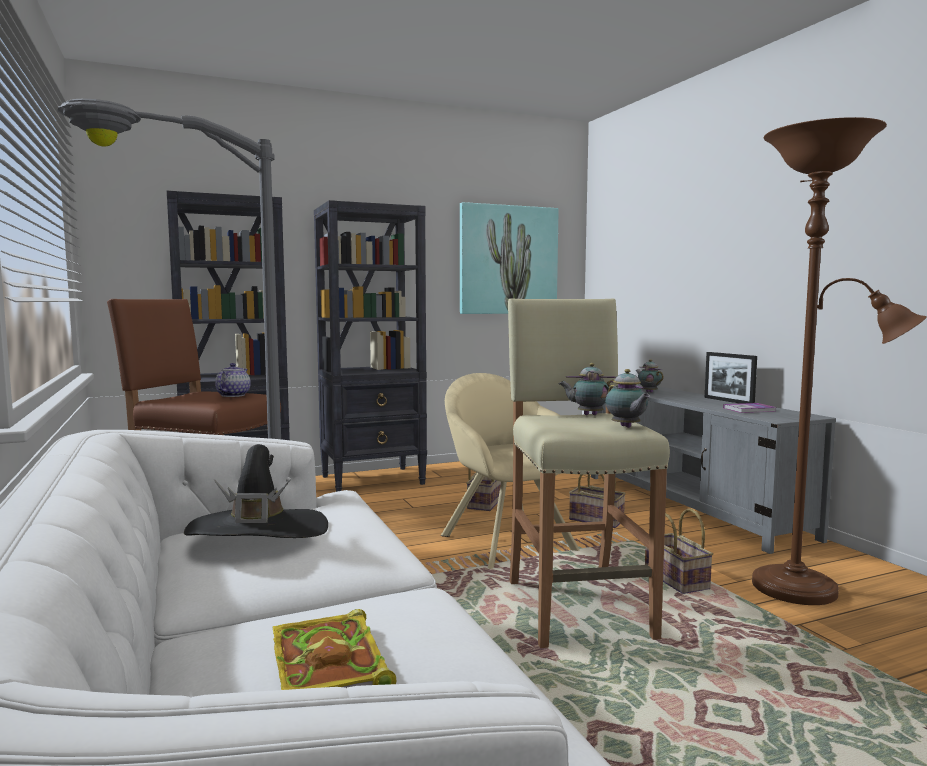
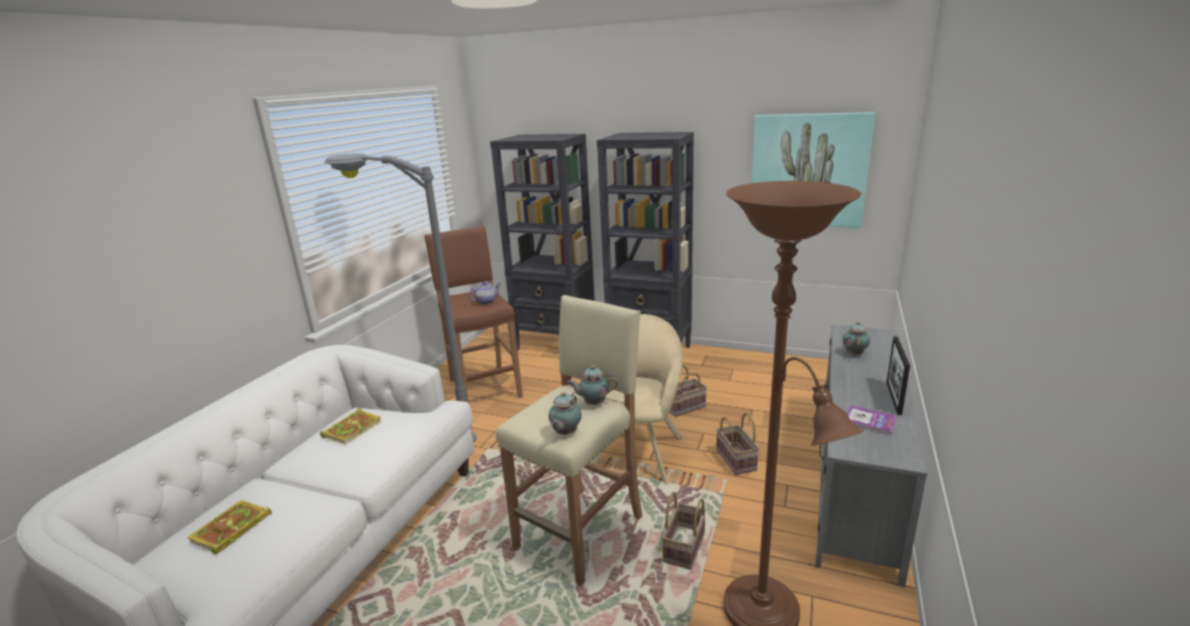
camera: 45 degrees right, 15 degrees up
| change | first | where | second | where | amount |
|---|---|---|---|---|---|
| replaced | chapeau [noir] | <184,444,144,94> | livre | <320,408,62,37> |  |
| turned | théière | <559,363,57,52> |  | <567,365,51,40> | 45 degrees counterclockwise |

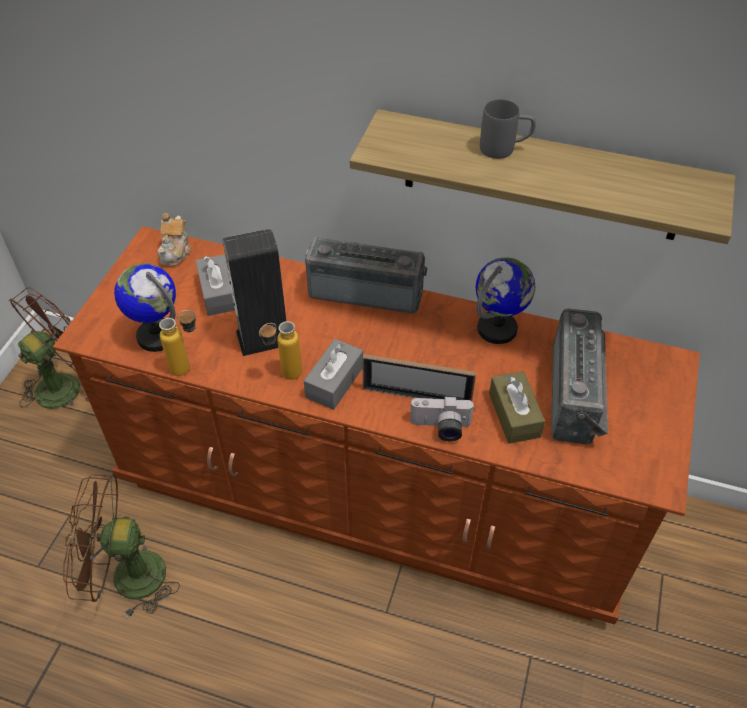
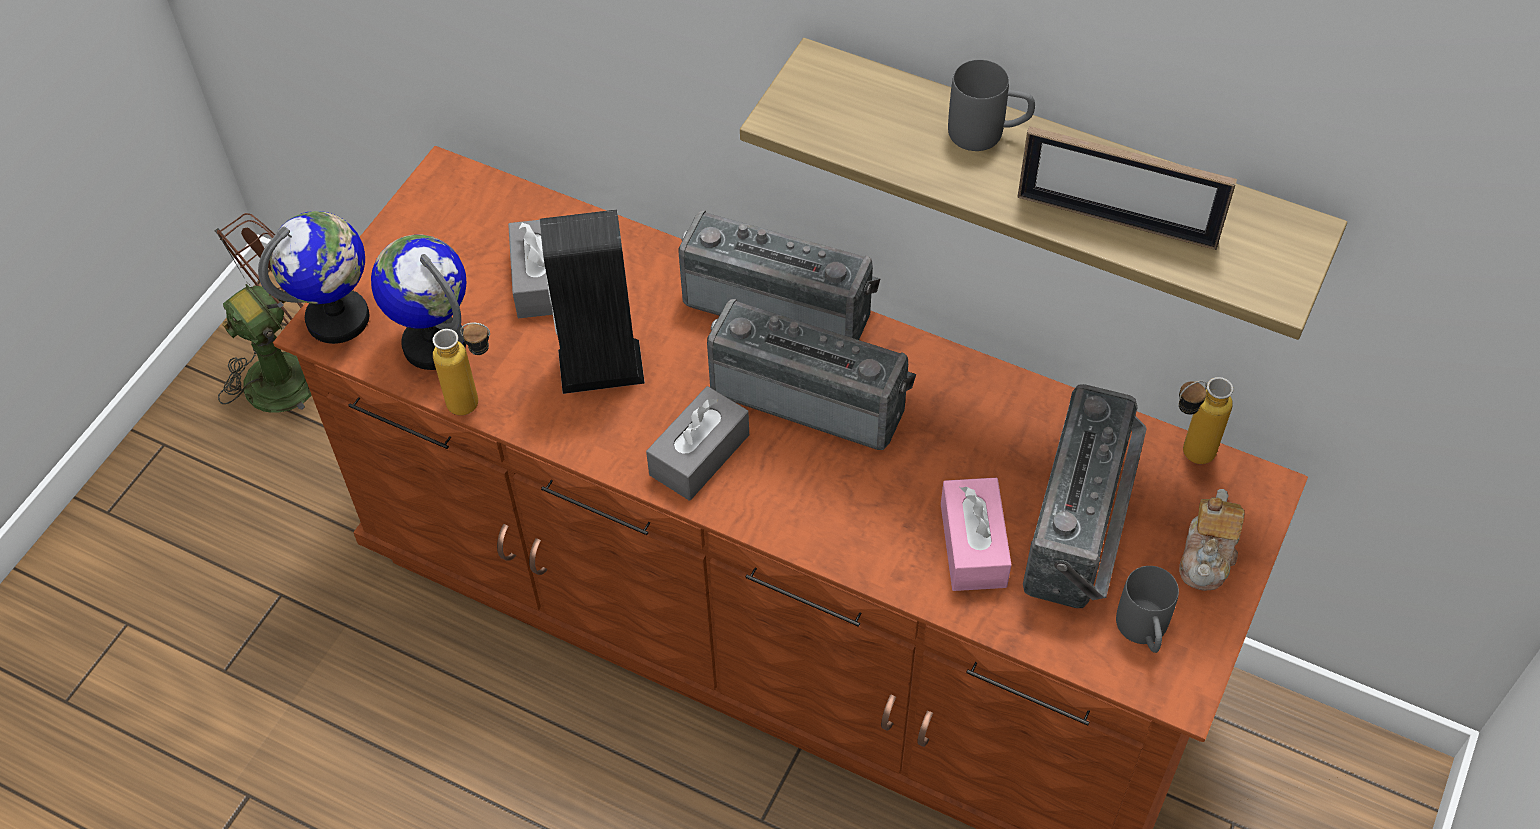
camera: 10 degrees right, 5 degrees up
| change | first | where | second | where | amount |
|---|---|---|---|---|---|
| moved | globe | <476,257,59,87> |  | <258,211,112,133> |  |
| added |  |  | radio | <707,299,209,151> |  |
| recoloured | boîte à mouchoirs [marron] | <489,371,56,73> | boîte à mouchoirs [rose] | <941,478,70,113> |  |
| moved | cadre photo | <362,354,114,47> |  | <1017,126,220,124> |  |
| added |  |  | mug [gris] | <1116,566,63,87> |  |
| moved | bouteille | <259,321,43,59> |  | <1179,377,54,87> |  |
| moved | théière | <158,213,34,54> |  | <1179,489,65,102> |  |
| removed | ventilateur [marron] | <63,474,117,145> |  |  |  |
| removed | appareil photo | <410,395,65,46> |  |  |  |

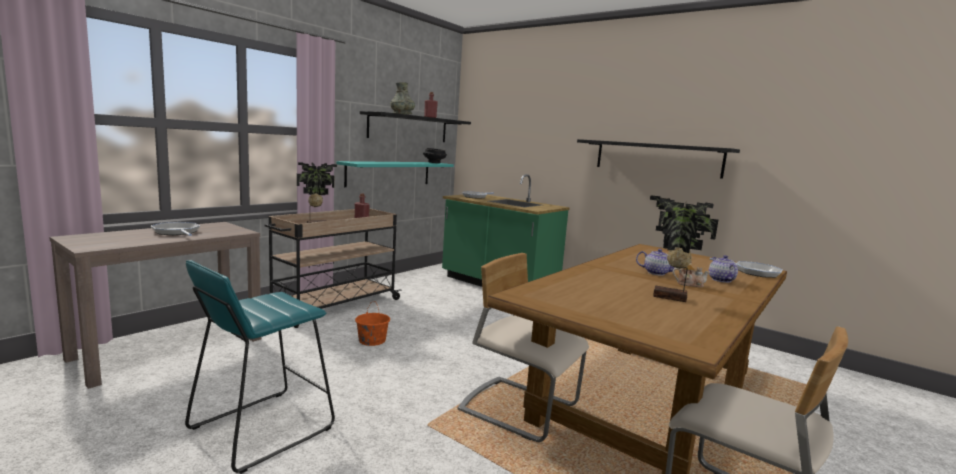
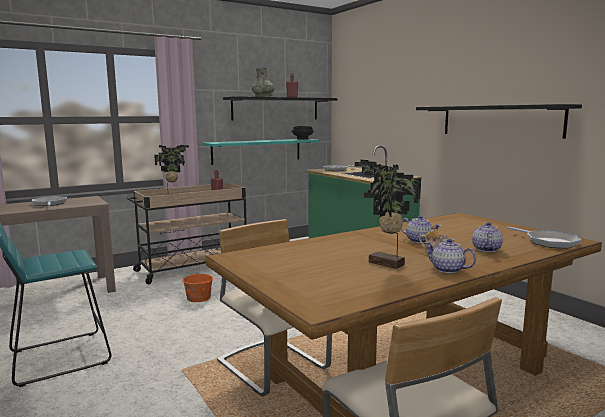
camera: 20 degrees right, 0 degrees up
| change | first | where | second | where | amount |
|---|---|---|---|---|---|
| added |  |  | théière | <425,239,51,34> |  |

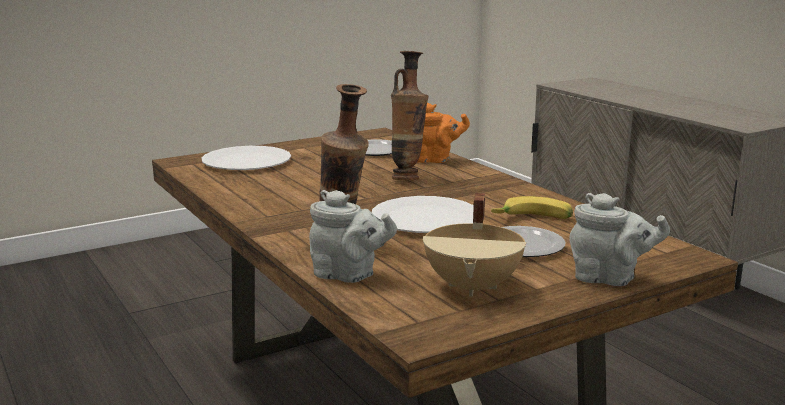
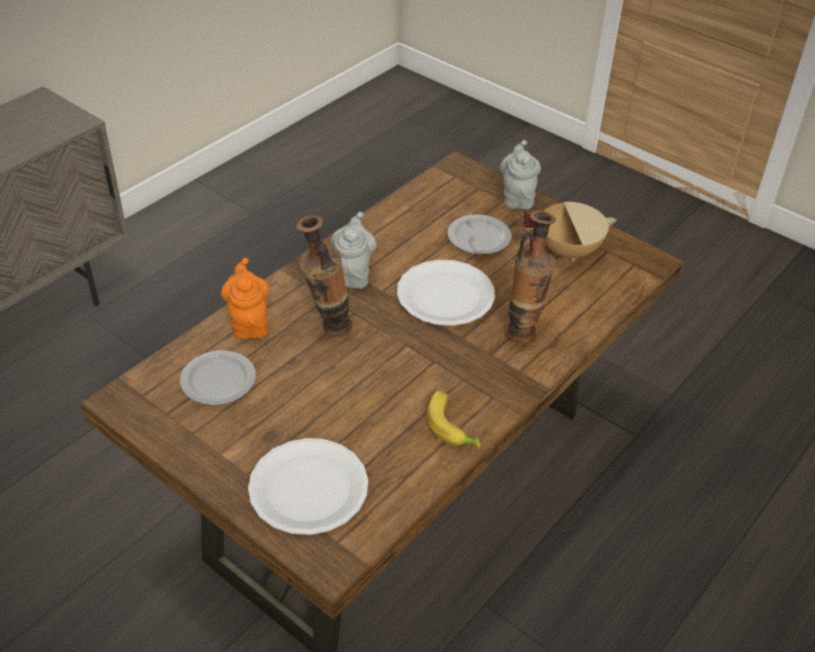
camera: 110 degrees left, 25 degrees up
| change | first | where | second | where | amount |
|---|---|---|---|---|---|
| moved | théière [gris] | <309,190,88,93> |  | <331,212,45,77> |  |
| moved | banane | <491,196,82,23> |  | <427,391,53,58> |  |

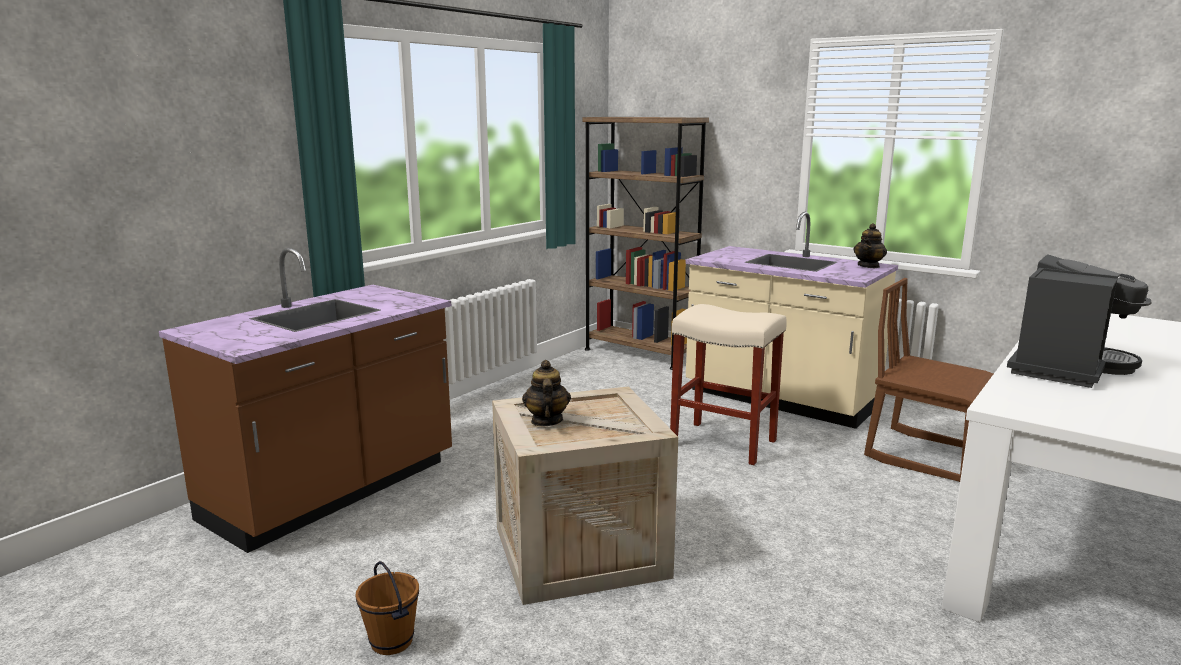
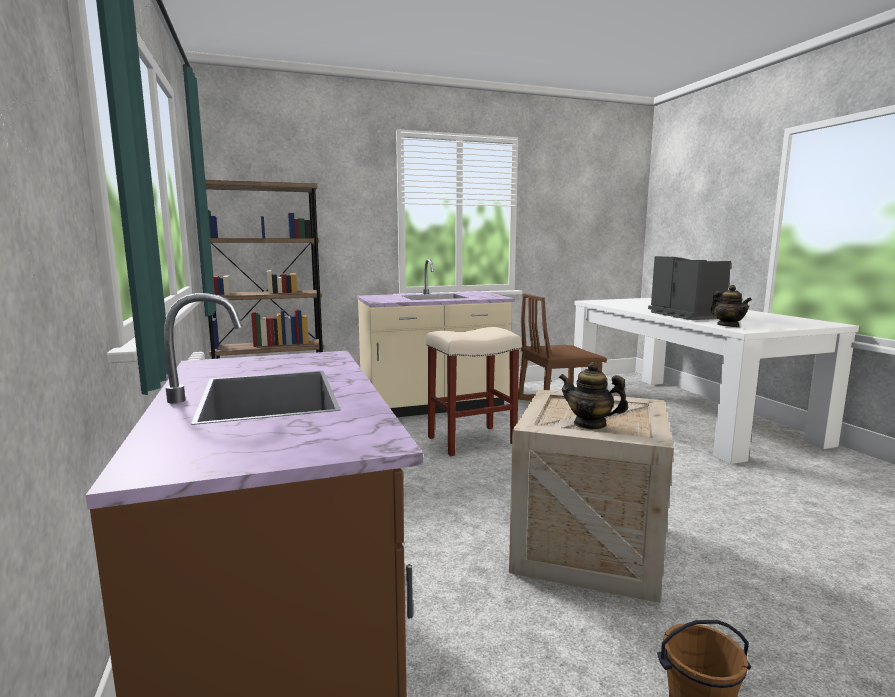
camera: 55 degrees left, 5 degrees down
| change | first | where | second | where | amount |
|---|---|---|---|---|---|
| moved | théière | <853,223,34,45> |  | <711,285,41,42> |  |

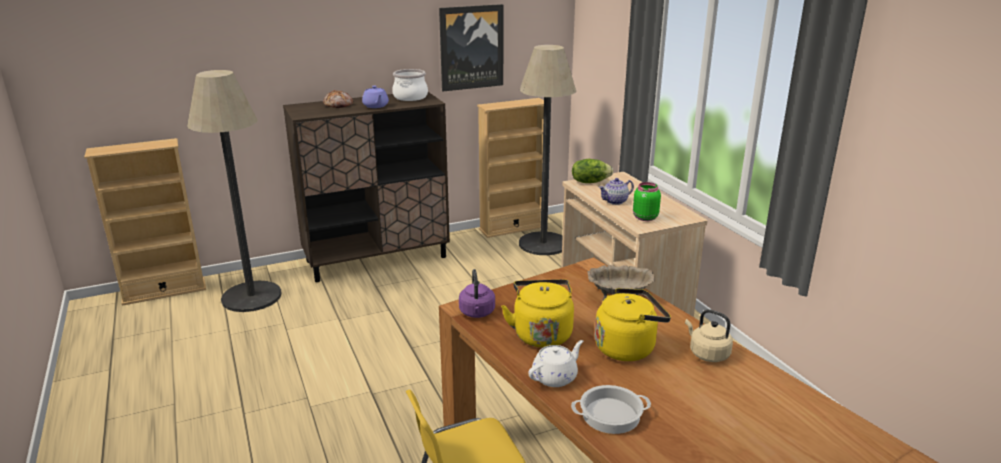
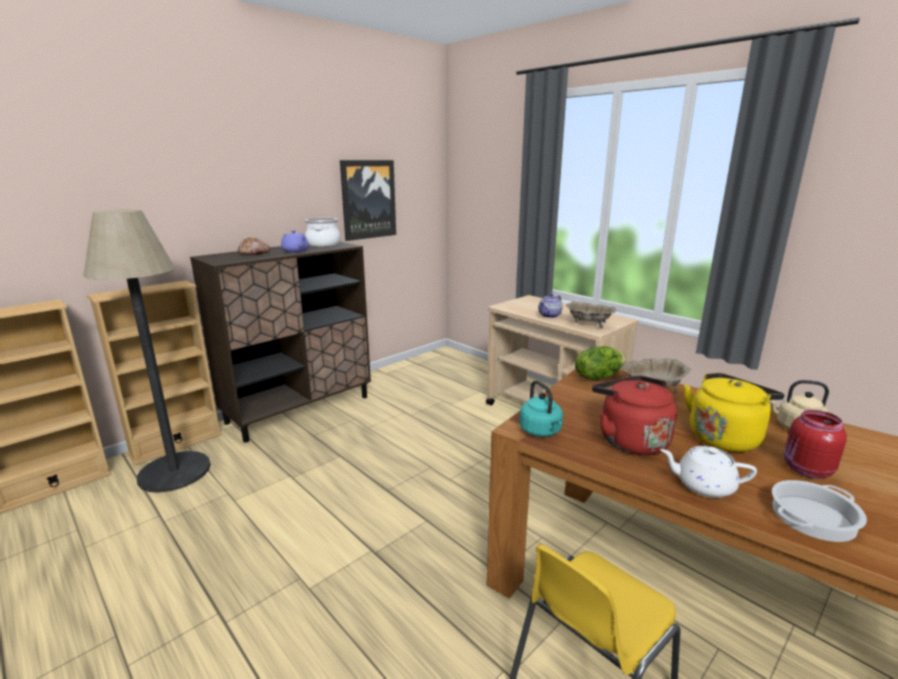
camera: 20 degrees left, 5 degrees down
| change | first | where | second | where | amount |
|---|---|---|---|---|---|
| moved | bibliothèque [beige] | <477,98,67,140> |  | <87,280,135,185> |  |
| recoloured | bouilloire [violet] | <459,269,36,49> | bouilloire [turquoise] | <519,380,44,57> |  |
| replaced | bocal [vert] | <633,182,28,39> | bol [beige] | <566,301,50,28> |  |
| moved | laitue | <572,159,41,24> |  | <575,346,51,34> |  |
| recoloured | bouilloire [jaune] | <501,279,73,69> | bouilloire [rouge] | <592,376,85,79> |  |
| turned | théière [blanc] | <528,340,55,47> |  | <660,446,97,52> | 105 degrees counterclockwise |
| added |  |  | bocal [rouge] | <784,410,63,69> |  |
| removed | lampadaire | <519,45,57,210> |  |  |  |

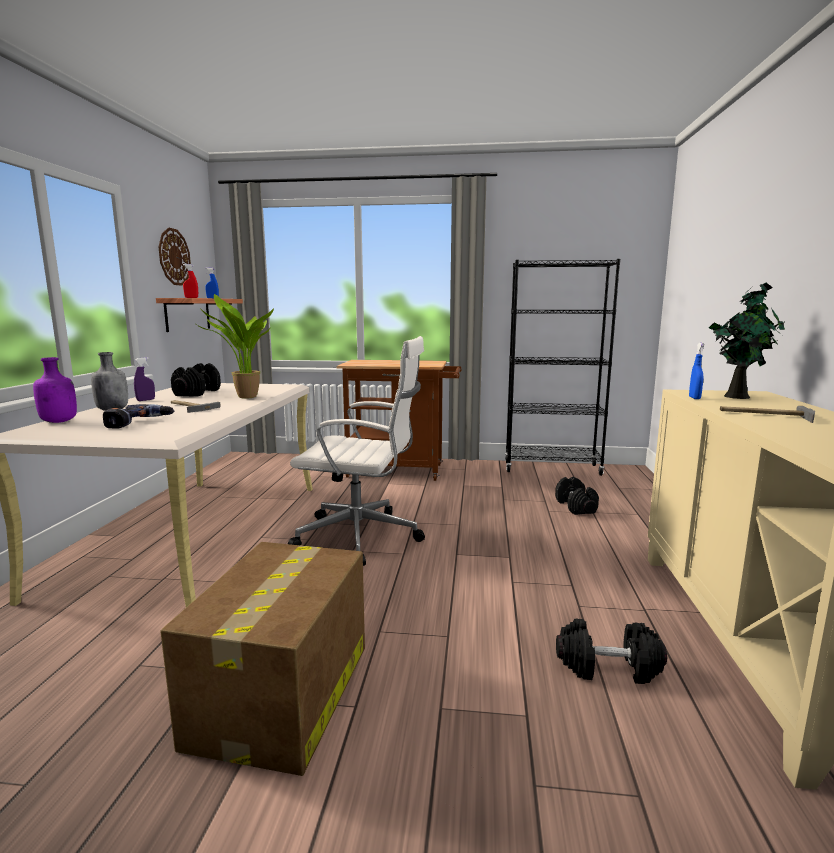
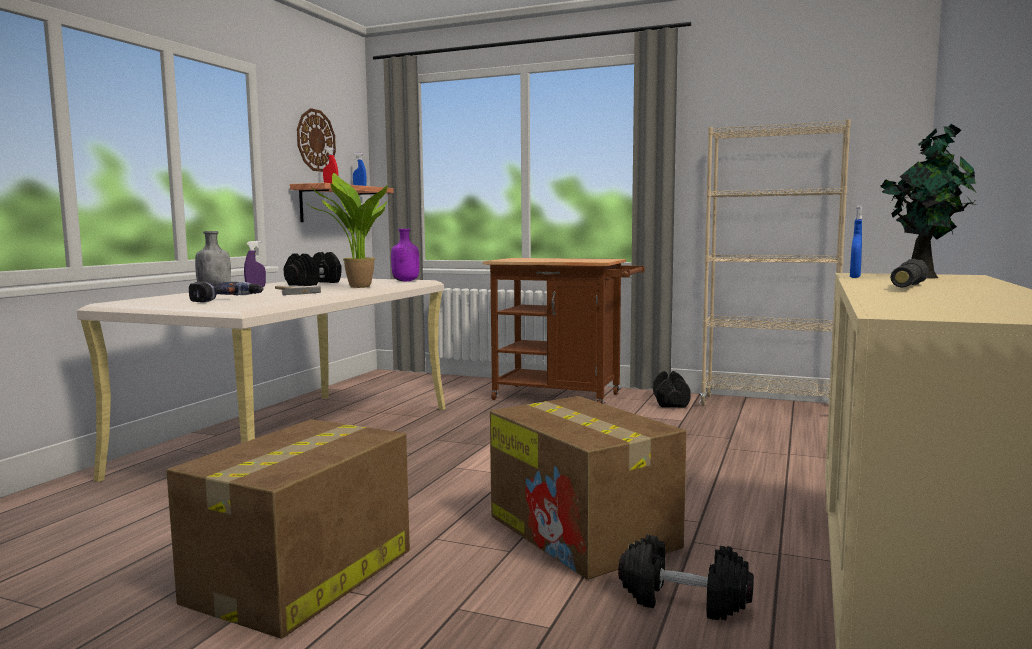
camera: 15 degrees right, 5 degrees down
| change | first | where | second | where | amount |
|---|---|---|---|---|---|
| moved | bouteille [violet] | <33,357,44,66> |  | <391,229,28,52> |  |
| added |  |  | carton | <490,396,196,184> |  |
| moved | haltère [noir] | <555,477,44,38> |  | <653,371,38,36> |  |
| recoloured | bibliothèque [noir] | <505,259,115,217> | bibliothèque [beige] | <700,119,151,287> |  |
| replaced | marteau | <720,406,95,17> | lampe de poche [noir] | <890,259,39,29> |  |
| removed | chaise de bureau [blanc] | <288,336,137,230> |  |  |  |

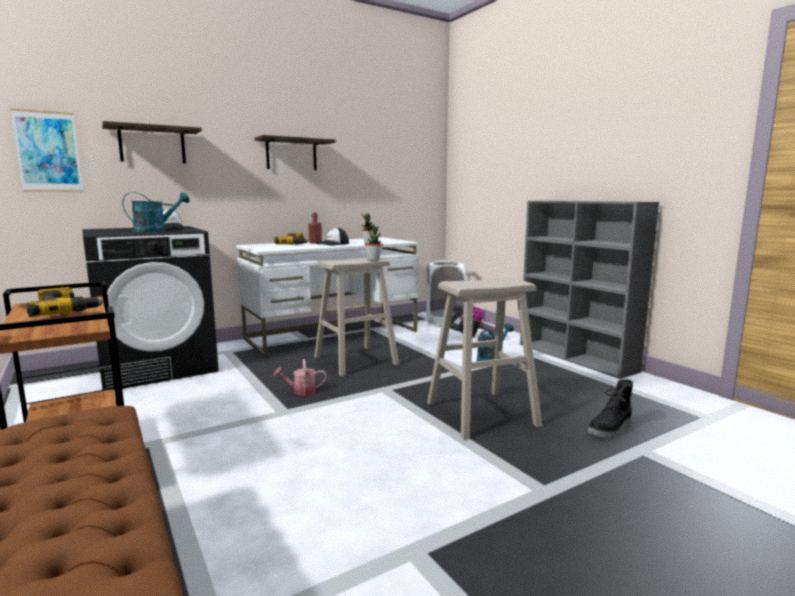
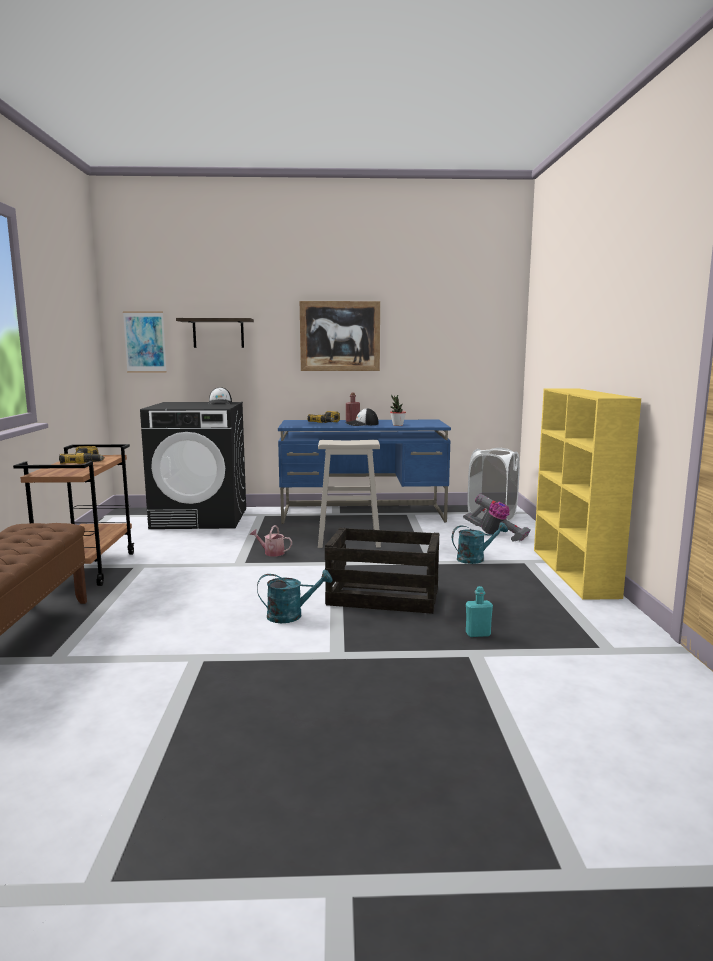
camera: 30 degrees right, 0 degrees up
| change | first | where | second | where | amount |
|---|---|---|---|---|---|
| moved | arrosoir [turquoise] | <122,192,68,40> |  | <257,570,76,53> |  |
| recoloured | bureau [blanc] | <236,238,183,120> | bureau [bleu] | <278,420,173,104> |  |
| replaced | étagère | <254,135,82,35> | tableau | <300,301,80,70> |  |
| replaced | tabouret [beige] | <427,278,115,162> | caisse | <325,528,114,86> |  |
| replaced | botte [noir] | <588,379,45,59> | bouteille [turquoise] | <466,586,27,51> |  |
| recoloured | bibliothèque [gris] | <520,201,139,178> | bibliothèque [jaune] | <534,388,107,212> |  |
| removed | plante en pot | <365,224,18,37> |  |  |  |

